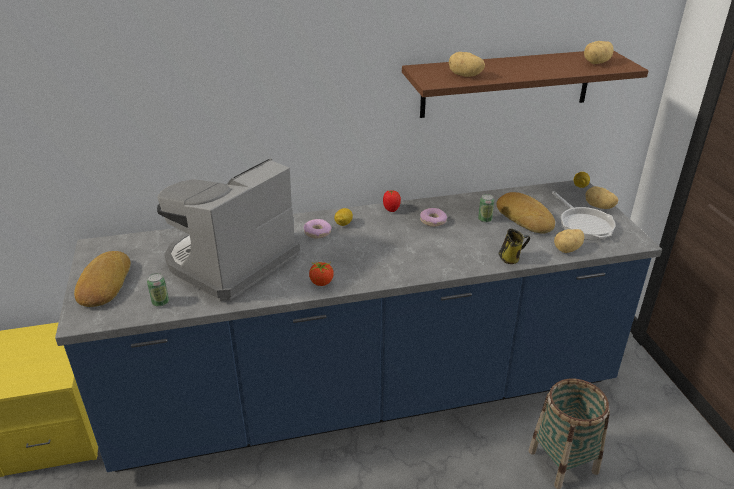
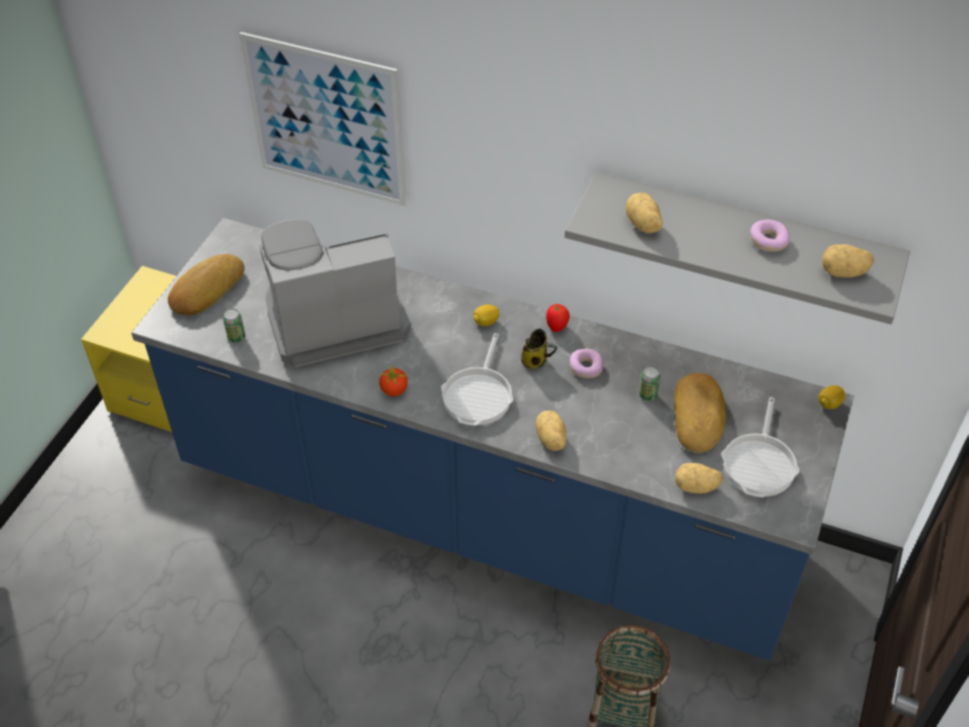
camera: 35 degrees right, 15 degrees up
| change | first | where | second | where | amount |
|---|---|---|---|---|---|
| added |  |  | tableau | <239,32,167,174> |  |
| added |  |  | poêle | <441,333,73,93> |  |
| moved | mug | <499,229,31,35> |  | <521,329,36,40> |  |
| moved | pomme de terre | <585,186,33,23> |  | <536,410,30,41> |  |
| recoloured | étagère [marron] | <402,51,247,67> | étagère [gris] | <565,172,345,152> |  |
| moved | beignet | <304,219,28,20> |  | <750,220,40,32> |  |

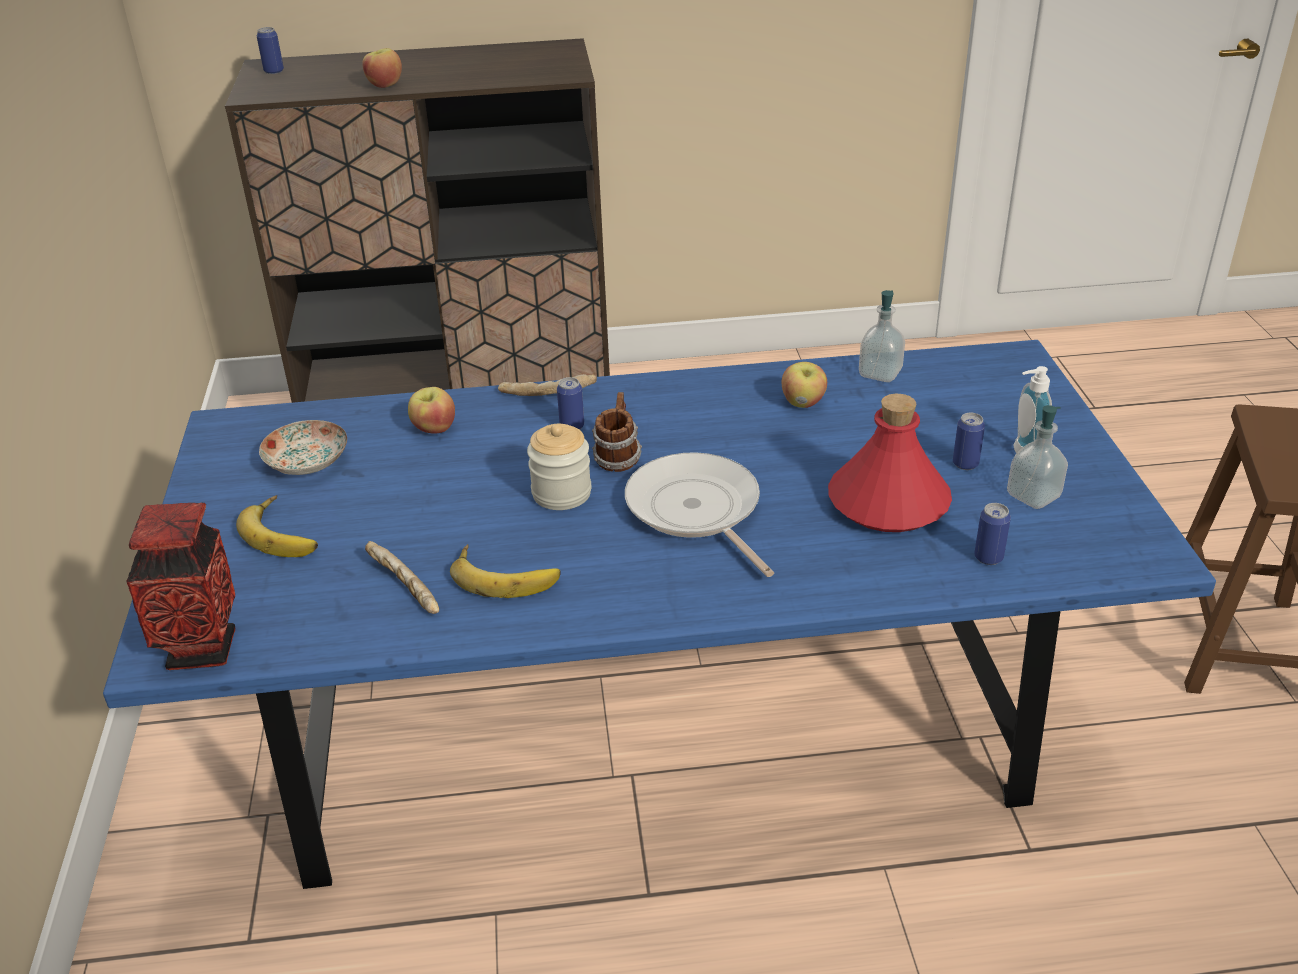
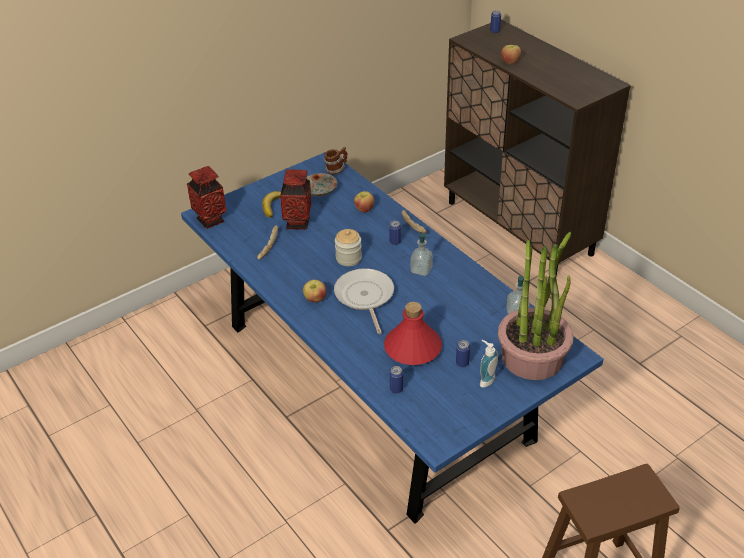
camera: 60 degrees right, 5 degrees up
| change | first | where | second | where | amount |
|---|---|---|---|---|---|
| added |  |  | vase | <280,169,31,61> |  |
| moved | pomme | <782,362,45,46> |  | <303,279,24,24> |  |
| moved | mug | <592,392,50,80> |  | <324,147,23,28> |  |
| turned | poêle | <625,452,149,125> |  | <334,269,60,65> | 45 degrees counterclockwise |
| moved | distributeur de savon | <1007,405,61,104> |  | <411,233,22,43> |  |
| added |  |  | plante en pot | <498,232,76,148> |  |
| removed | banane | <450,544,111,54> |  |  |  |

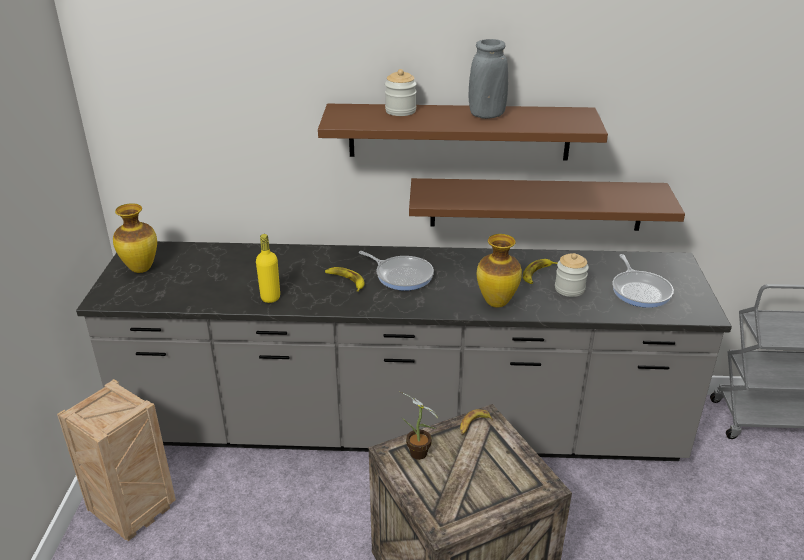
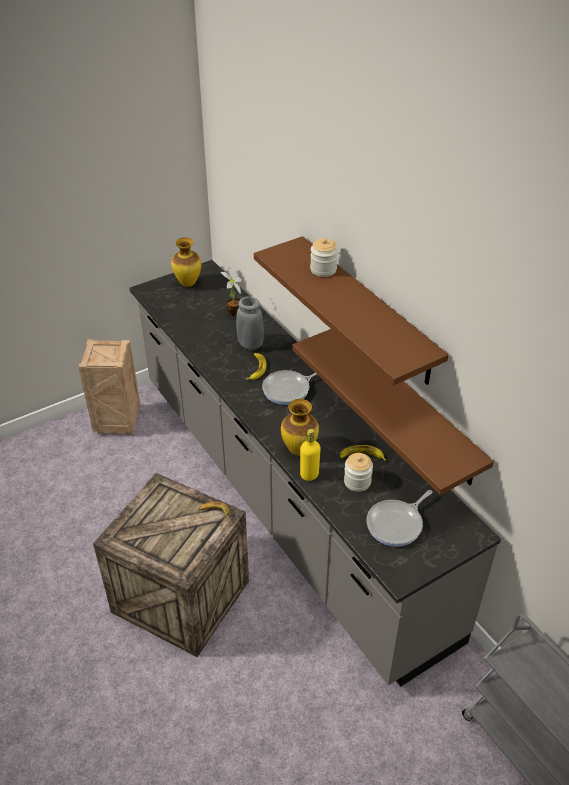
camera: 55 degrees right, 10 degrees up
| change | first | where | second | where | amount |
|---|---|---|---|---|---|
| moved | plante en pot | <401,392,37,68> |  | <221,267,21,49> |  |
| moved | vase [gris] | <469,39,39,80> |  | <236,296,28,54> |  |
| turned | poêle | <358,251,76,40> |  | <262,370,55,35> | 60 degrees clockwise |
| moved | bouteille [jaune] | <256,234,24,69> |  | <300,429,20,52> |  |

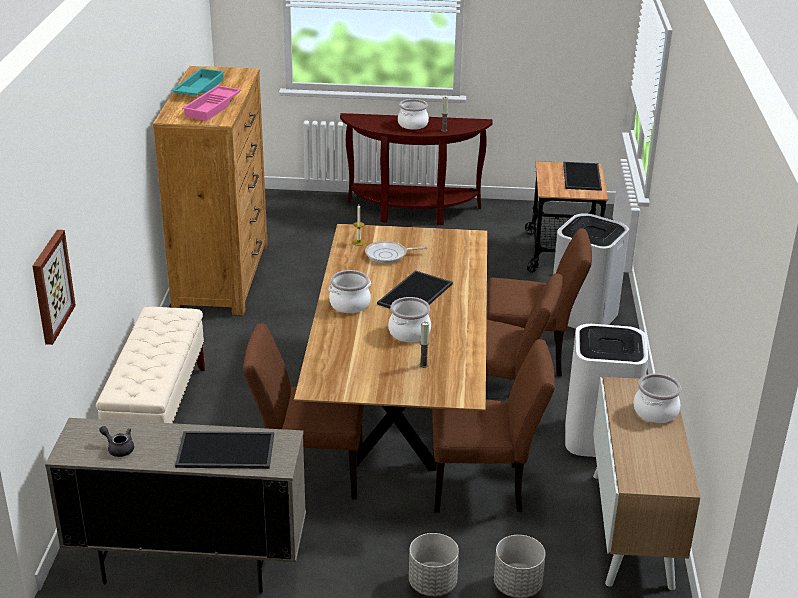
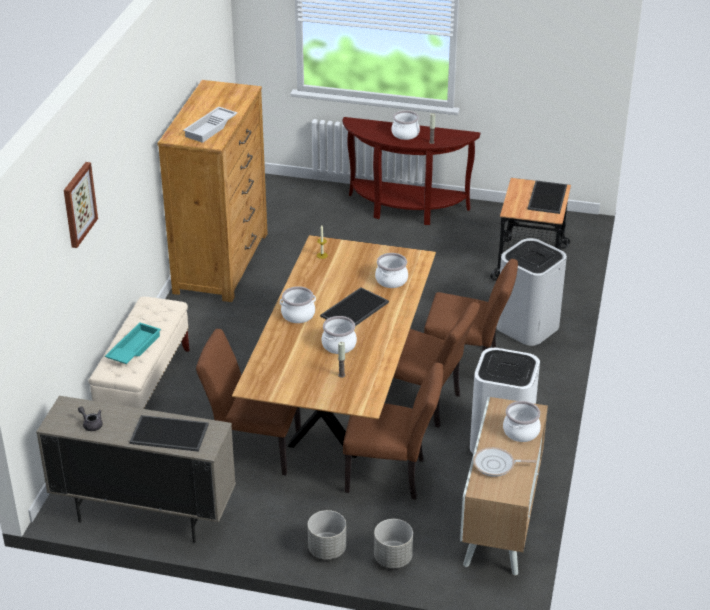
camera: 10 degrees right, 5 degrees up
| change | first | where | second | where | amount |
|---|---|---|---|---|---|
| moved | tableau | <32,230,44,115> |  | <64,162,34,86> |  |
| moved | plateau [turquoise] | <172,68,53,28> |  | <105,322,56,42> |  |
| recoloured | plateau [rose] | <182,85,59,36> | plateau [blanc] | <183,106,55,37> |  |
| added |  |  | marmite | <375,253,33,35> |  |
| moved | poêle | <365,241,63,23> |  | <473,447,64,30> |  |

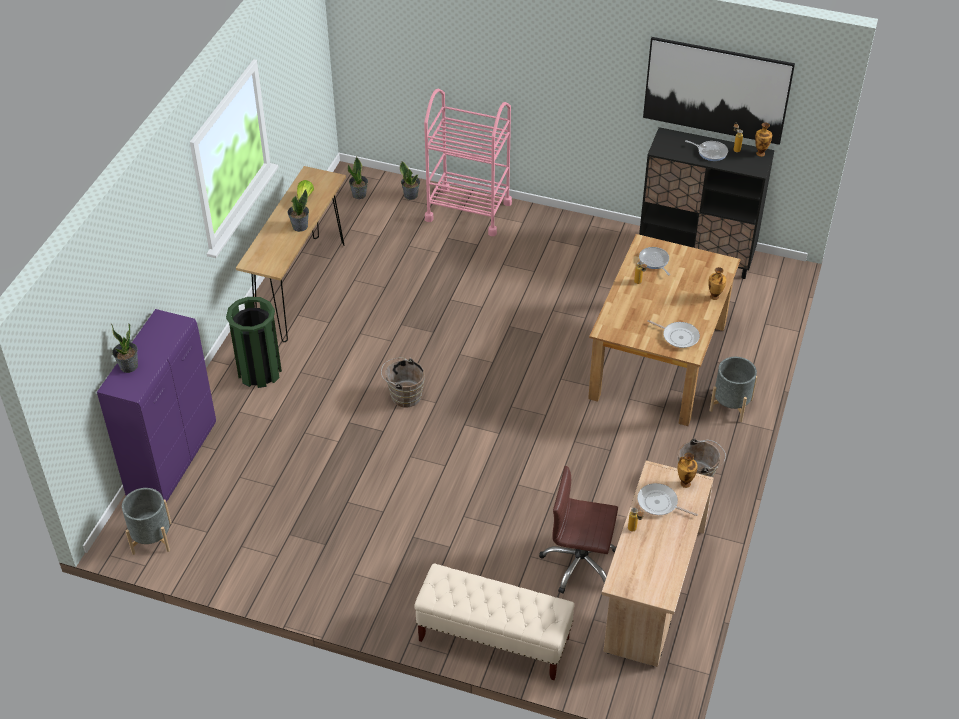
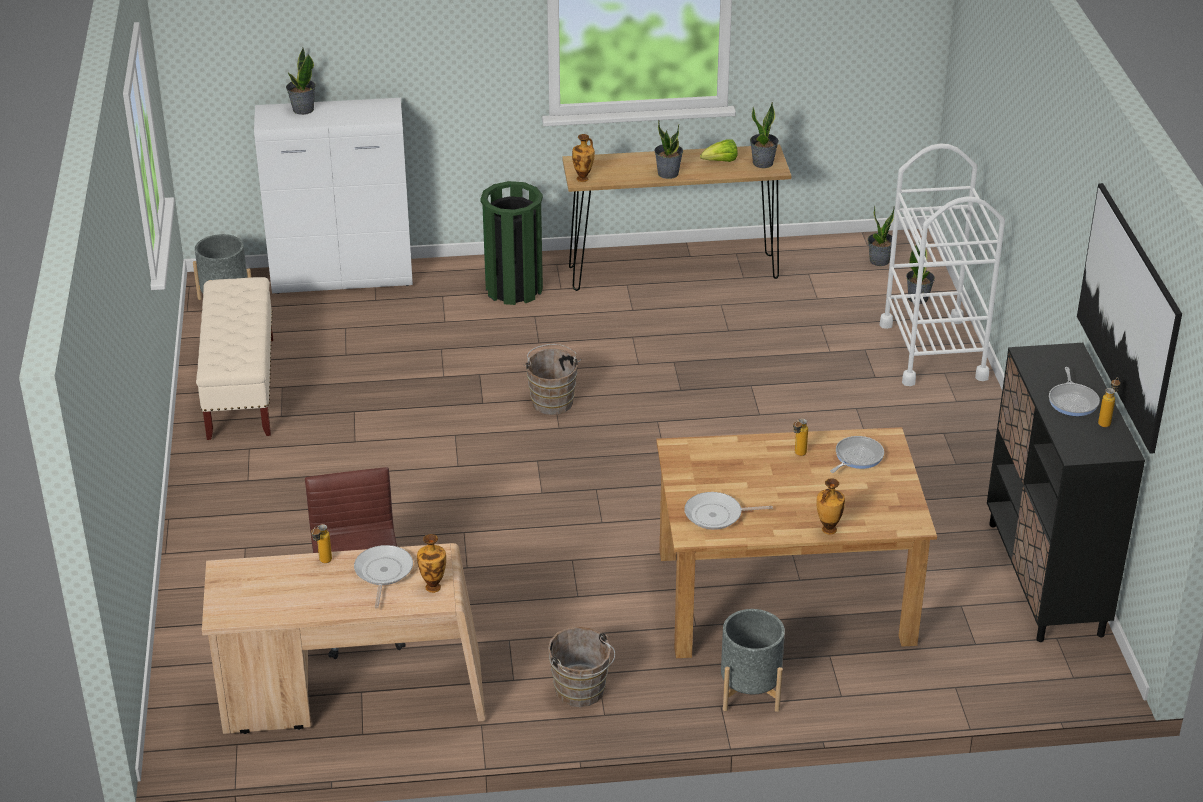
camera: 65 degrees right, 10 degrees down
| change | first | where | second | where | amount |
|---|---|---|---|---|---|
| moved | banc [beige] | <414,563,160,117> |  | <196,277,77,163> |  |
| recoloured | meuble de rangement [violet] | <97,309,119,193> | meuble de rangement [blanc] | <254,98,159,196> |  |
| moved | vase | <755,123,17,34> |  | <572,134,23,48> |  |
| turned | poêle | <647,320,53,28> |  | <684,492,89,38> | 75 degrees clockwise |
| added |  |  | plante en pot | <750,102,29,66> |  |
| recoloured | chariot [rose] | <424,89,88,147> | chariot [blanc] | <880,143,125,243> |  |

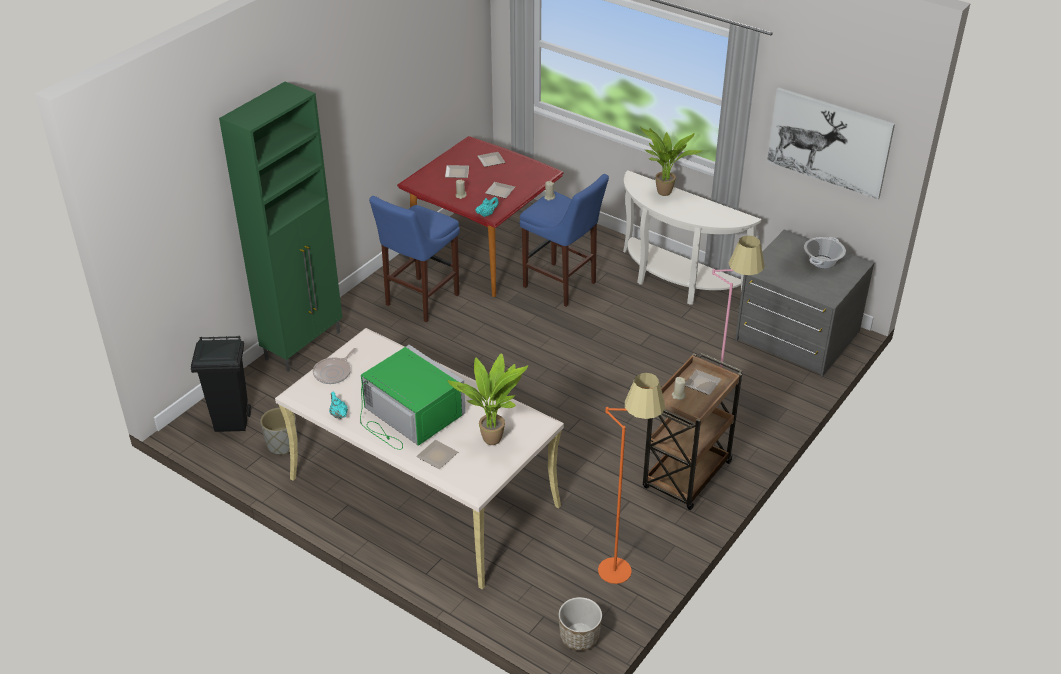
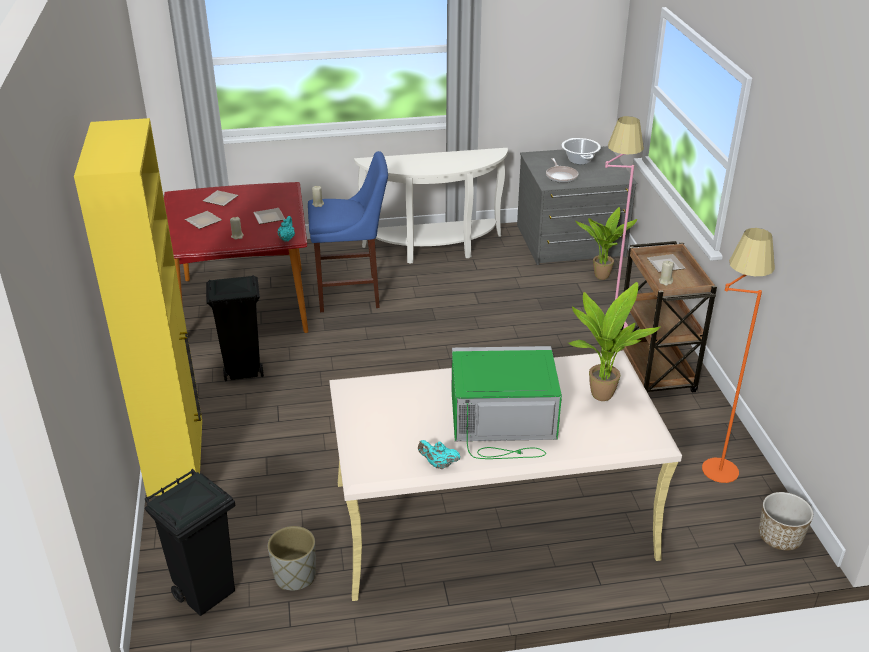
camera: 45 degrees left, 5 degrees down
| change | first | where | second | where | amount |
|---|---|---|---|---|---|
| recoloured | meuble de rangement [vert] | <219,82,123,290> | meuble de rangement [jaune] | <74,118,128,382> |  |
| replaced | tabouret [bleu] | <369,196,91,126> | poubelle [noir] | <206,275,58,106> |  |
| moved | poêle | <313,348,44,36> |  | <546,158,33,25> |  |
| moved | plante en pot | <640,127,63,69> |  | <575,207,62,73> |  |
| removed | assiette | <416,440,42,29> |  |  |  |
| removed | tableau | <767,88,128,111> |  |  |  |

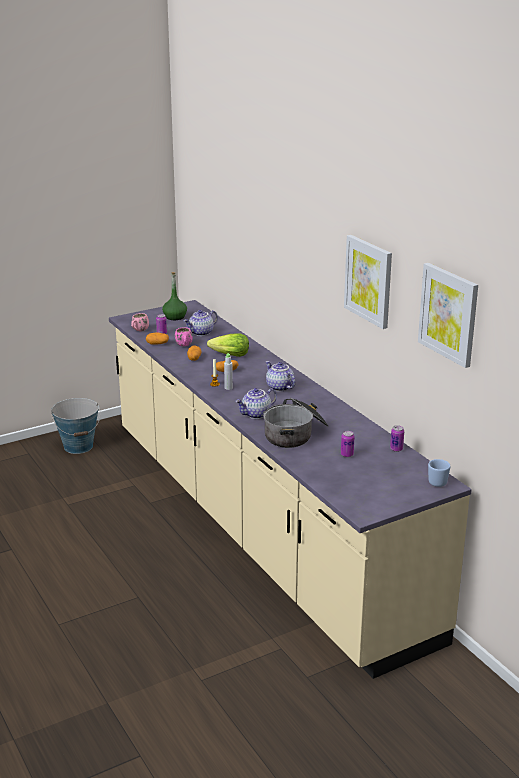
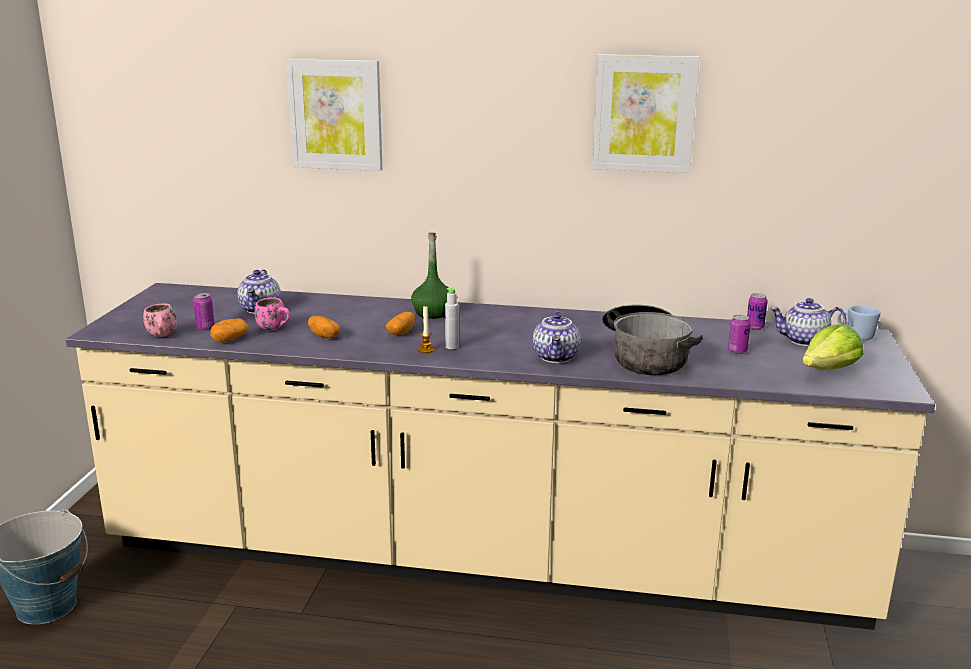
camera: 50 degrees left, 5 degrees down
| change | first | where | second | where | amount |
|---|---|---|---|---|---|
| moved | tableau | <418,263,60,105> |  | <286,58,97,113> |  |
| moved | bouteille [vert] | <162,272,25,48> |  | <411,233,38,86> |  |
| moved | théière | <266,361,29,31> |  | <770,298,77,48> |  |
| moved | laitue | <207,333,42,24> |  | <802,324,61,46> |  |

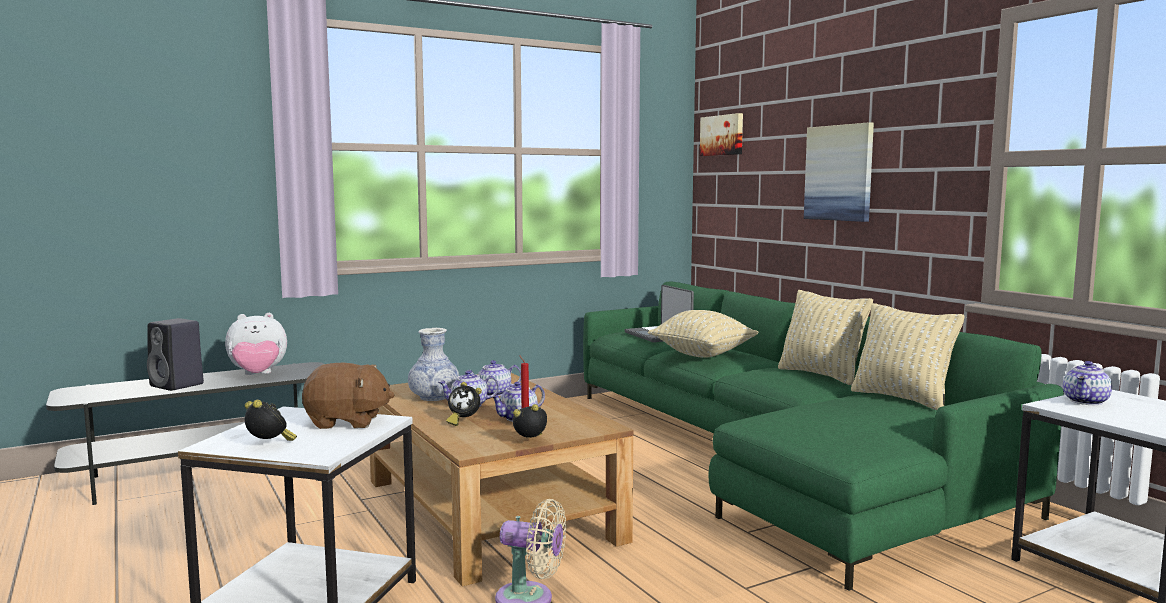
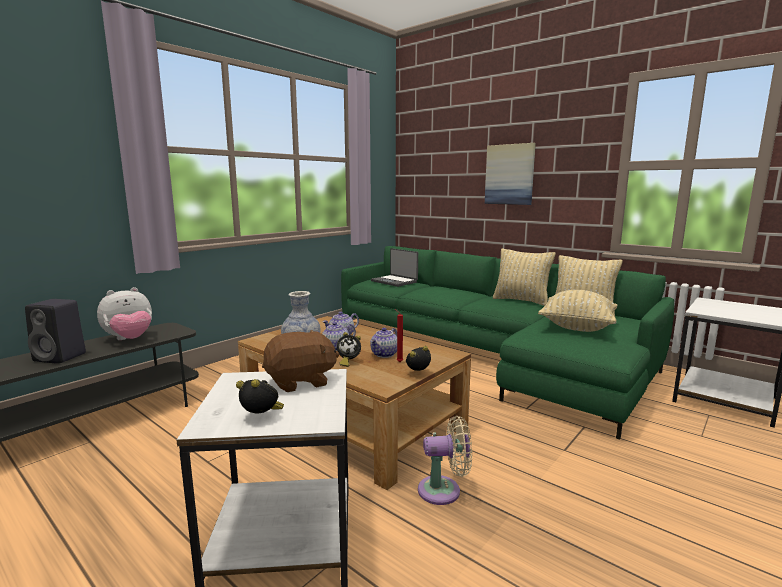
camera: 20 degrees left, 5 degrees up
| change | first | where | second | where | amount |
|---|---|---|---|---|---|
| moved | coussin [beige] | <648,310,110,48> |  | <538,290,80,42> |  |
| removed | tableau | <700,113,43,43> |  |  |  |
| removed | théière | <1063,361,49,44> |  |  |  |

